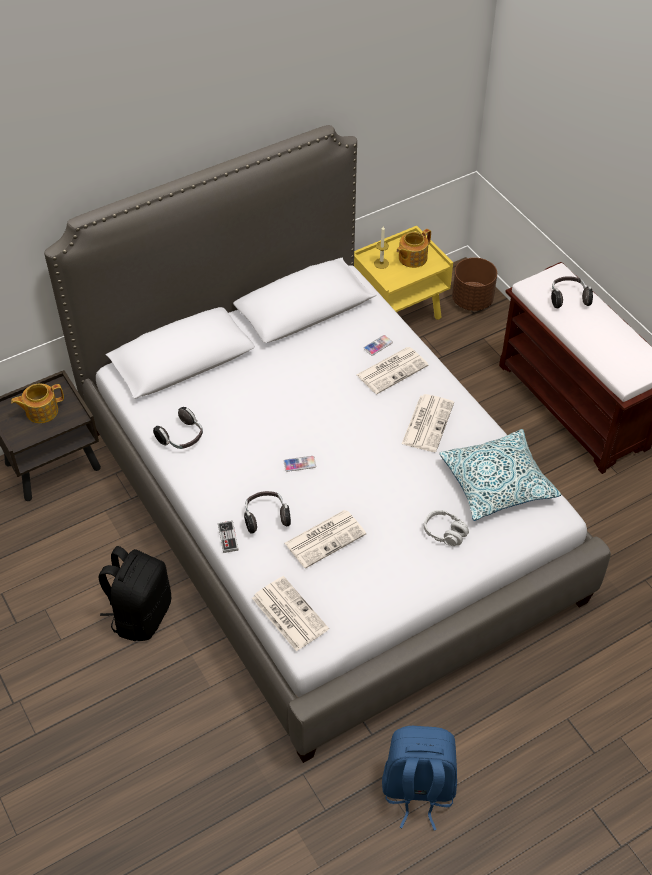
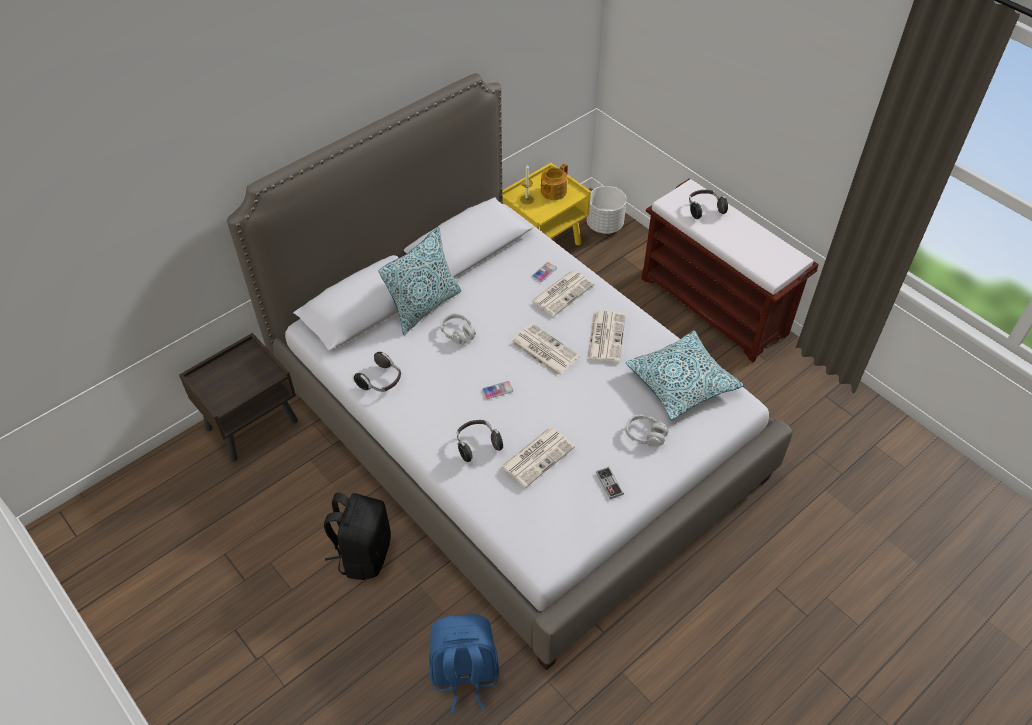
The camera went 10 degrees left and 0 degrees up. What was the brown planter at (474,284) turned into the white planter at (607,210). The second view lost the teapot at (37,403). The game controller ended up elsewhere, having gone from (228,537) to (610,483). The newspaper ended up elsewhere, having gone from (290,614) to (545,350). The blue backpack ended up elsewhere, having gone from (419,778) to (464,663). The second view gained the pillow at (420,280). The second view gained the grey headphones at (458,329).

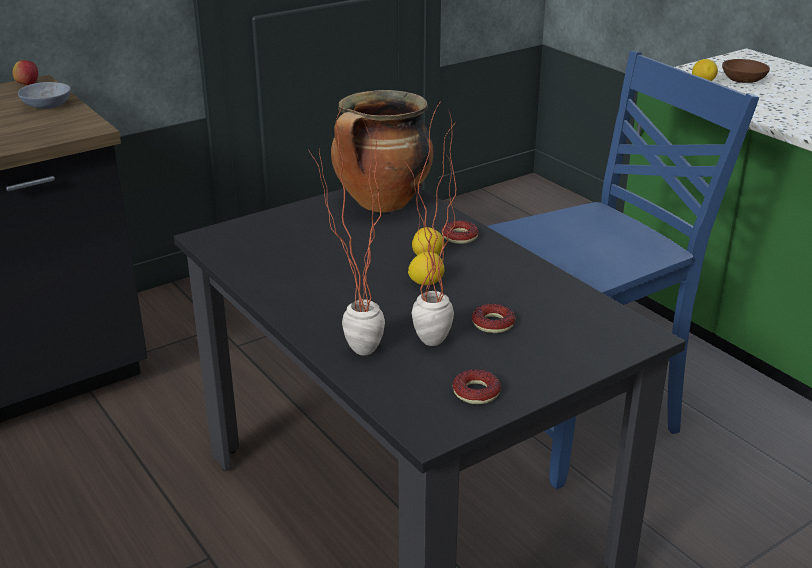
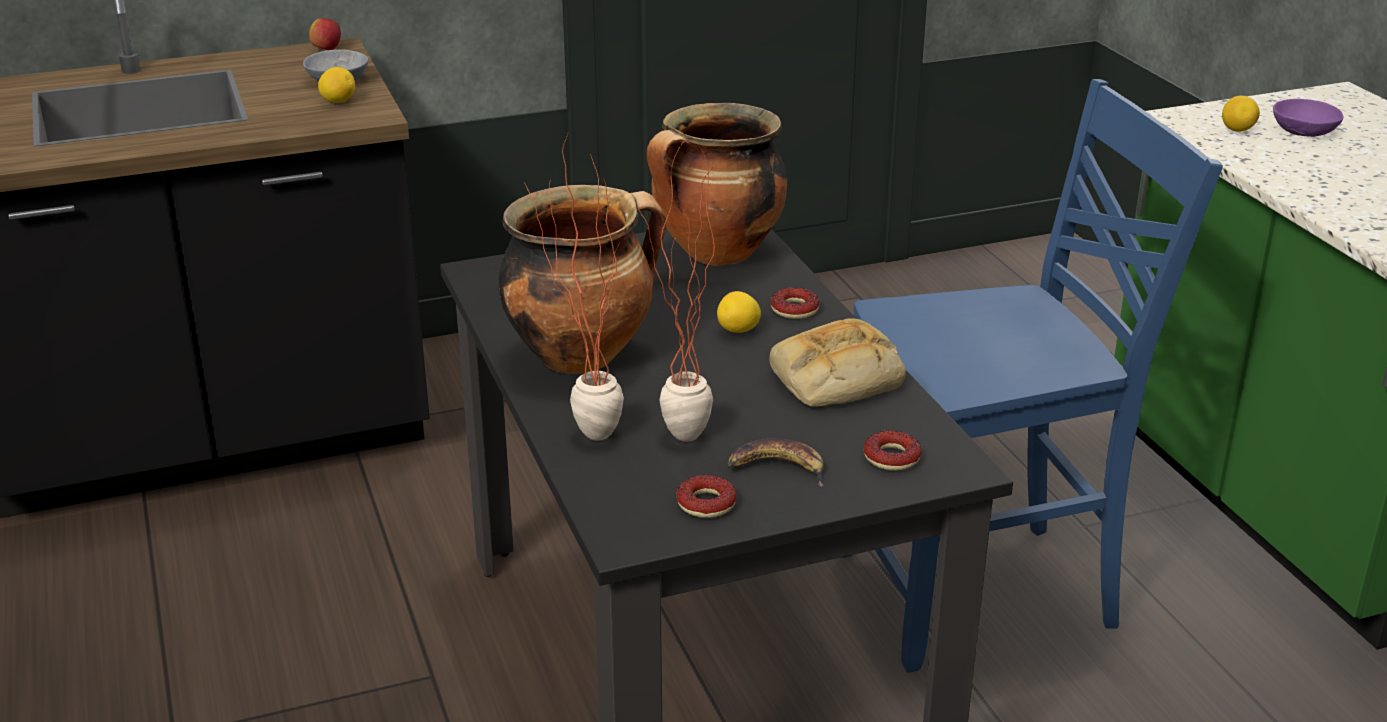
The camera went 15 degrees right and 0 degrees up. What was the brown bowl at (746,71) turned into the purple bowl at (1308,118). The lemon ended up elsewhere, having gone from (426,268) to (336,85). The donut ended up elsewhere, having gone from (493,318) to (893,450). The second view gained the cooking pot at (582,279). The second view gained the bread at (837,362). The second view gained the banana at (775,462).

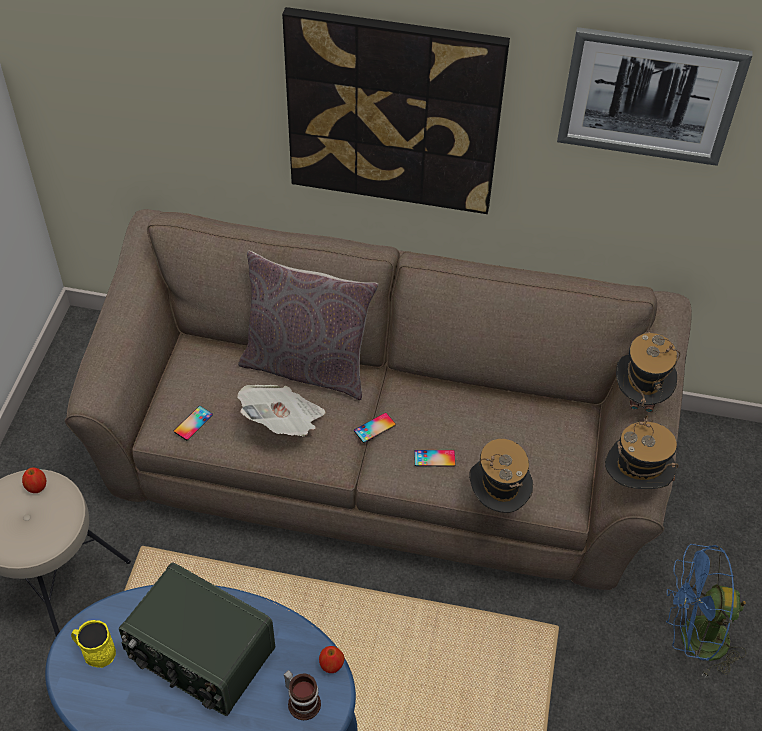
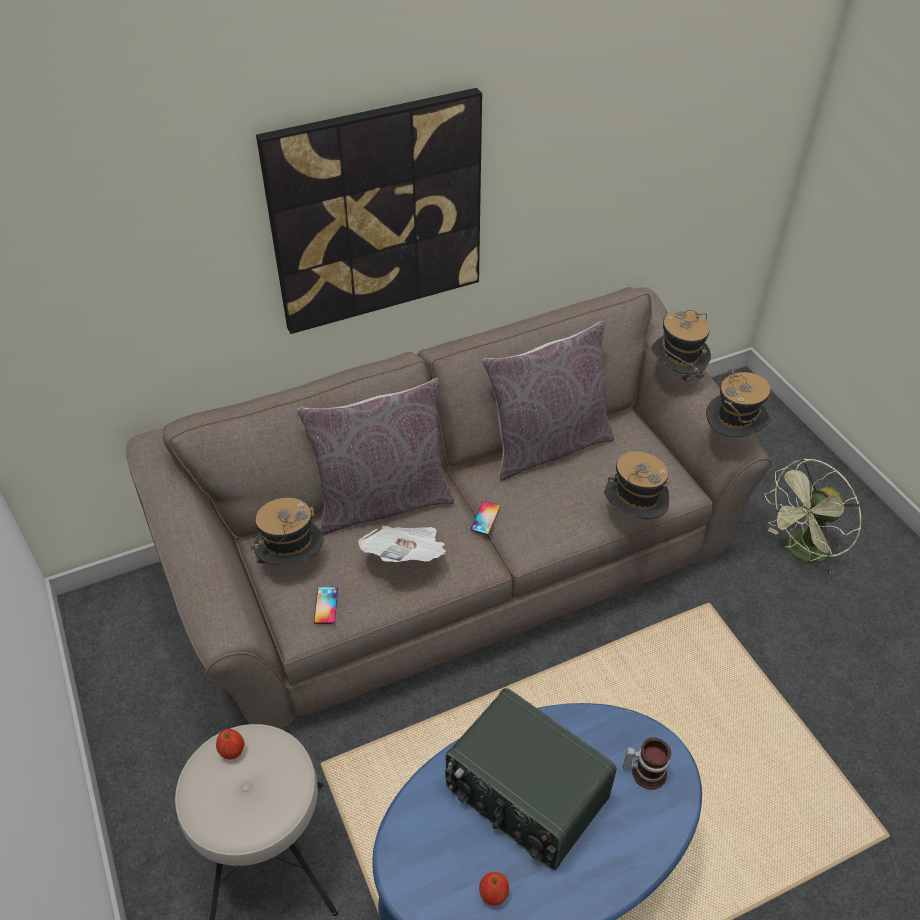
The camera went 35 degrees left and 5 degrees down. The second view lost the picture at (655,96). The second view lost the phone at (434,458). What was the blue fan at (706,610) turned into the green fan at (812,516). The radio at (197,639) ended up facing another way, 45 degrees clockwise from before. The second view lost the yellow mug at (93,644). The apple ended up elsewhere, having gone from (332,659) to (494,889). The second view gained the grey pillow at (548,401). The second view gained the hat at (287,538).

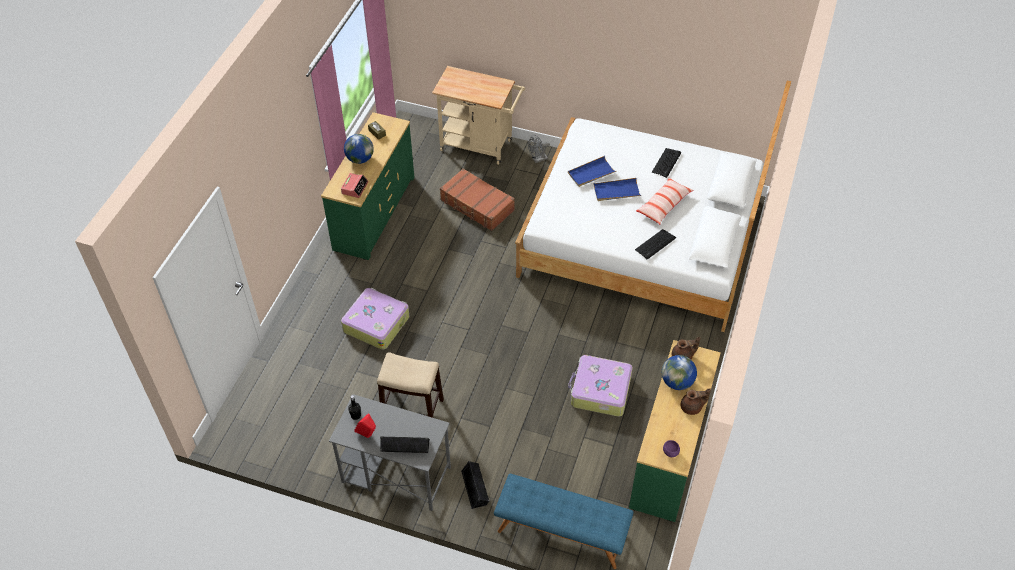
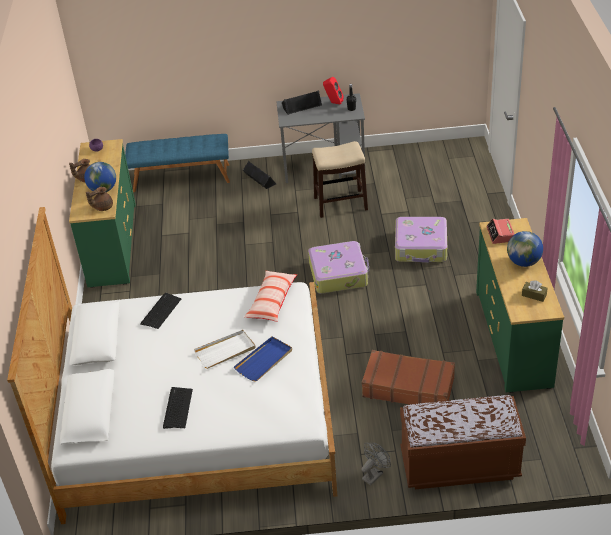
The camera went 160 degrees right and 10 degrees down. Where the beige cart stood at (478,115), the brown bench came to stand at (463,442). The pillow ended up elsewhere, having gone from (664,200) to (270,296). What was the blue tray at (617,189) turned into the white tray at (225,349). The suitcase ended up elsewhere, having gone from (600,386) to (338,267).

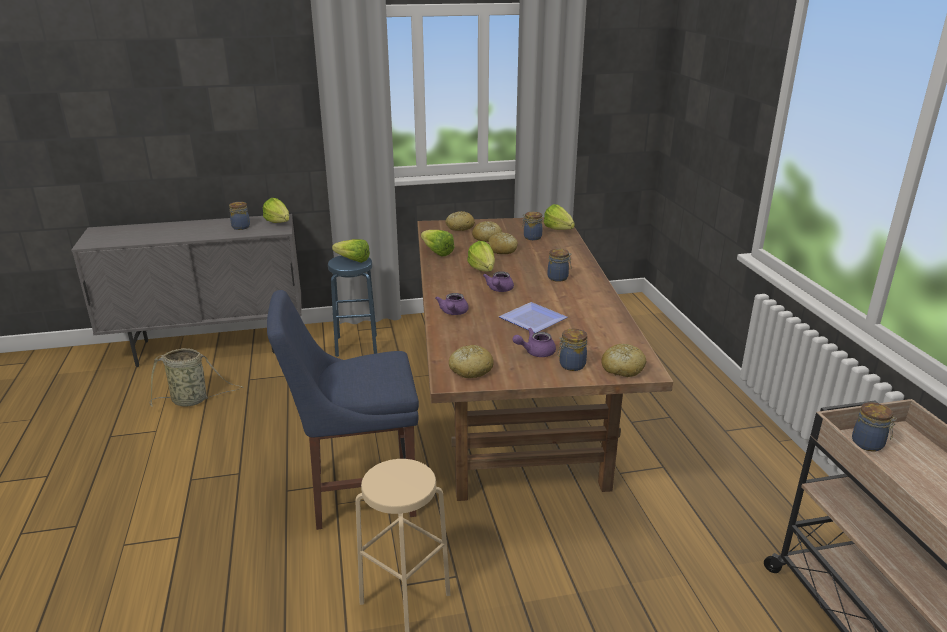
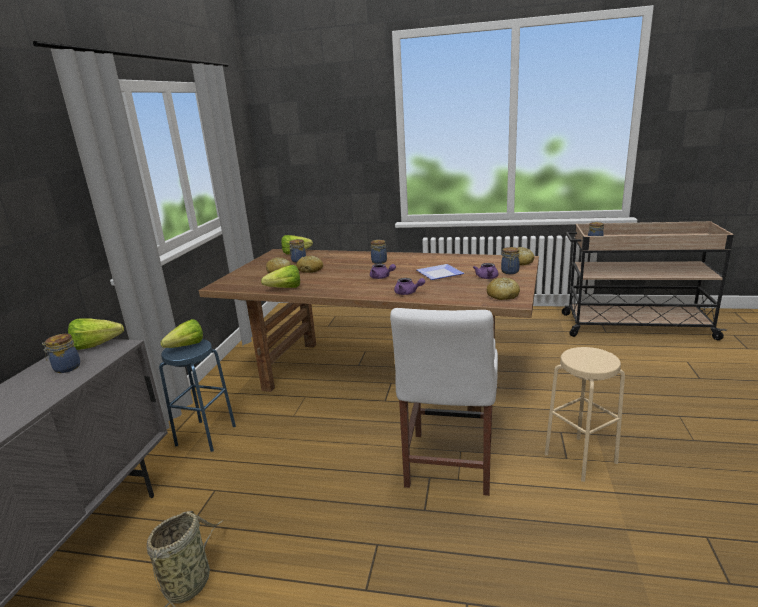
The camera went 65 degrees left and 5 degrees down. The second view lost the bread at (460,221). The second view lost the lettuce at (481,256). What was the blue chair at (343,410) turned into the white chair at (444,402).

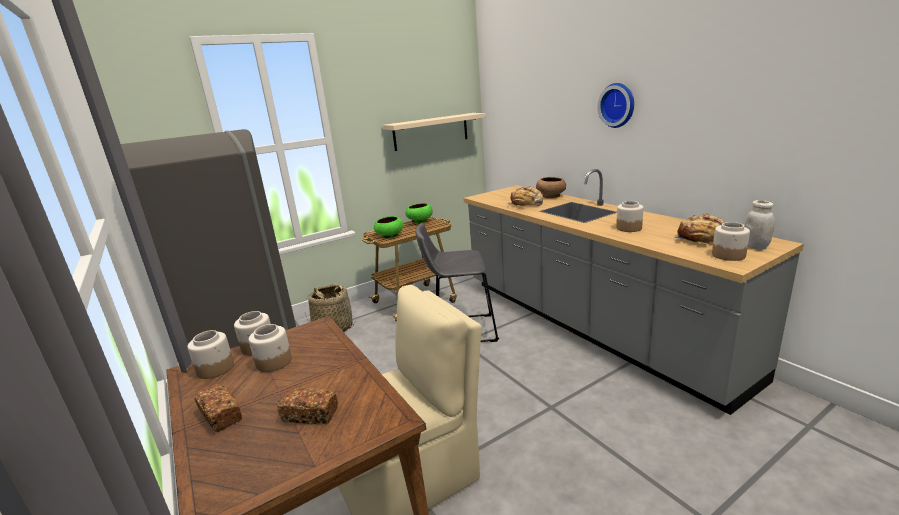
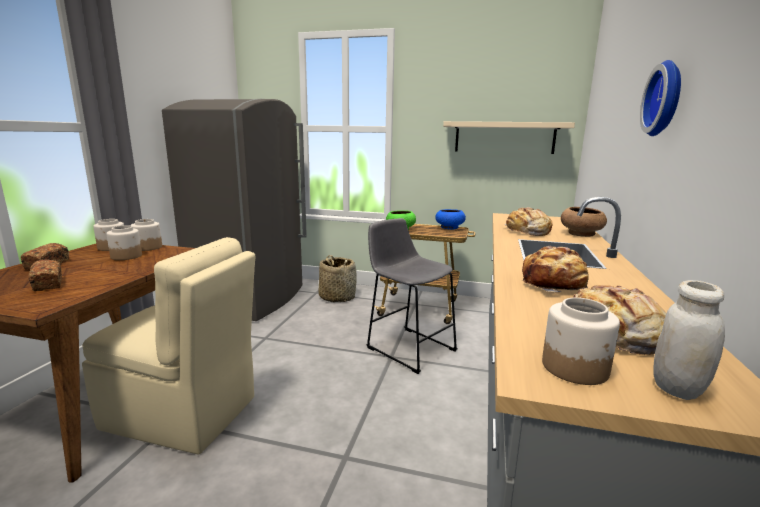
The camera went 45 degrees right and 5 degrees down. Where the jar stood at (629,216), the bread came to stand at (555,269). What was the green bowl at (419,213) turned into the blue bowl at (450,219).

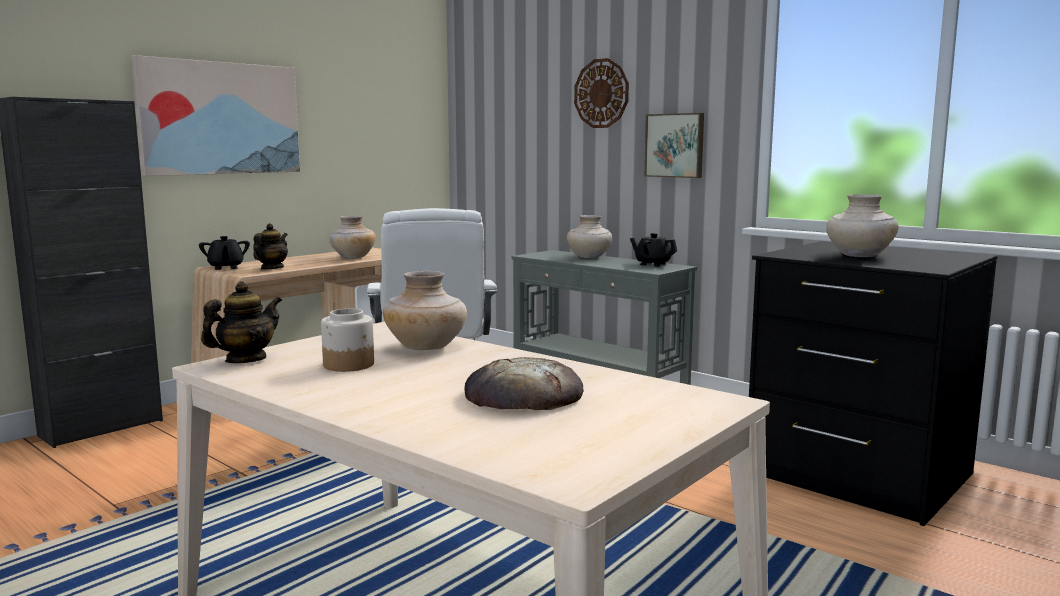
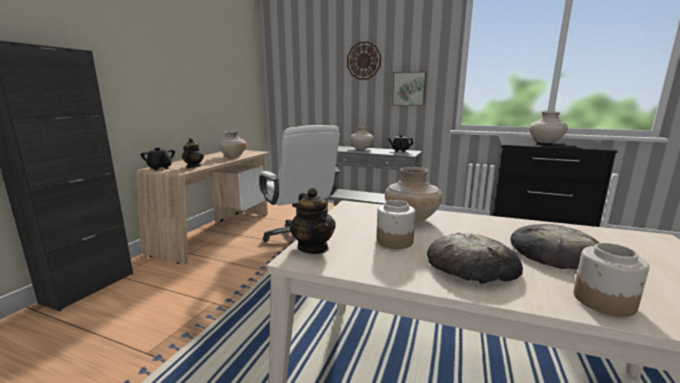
The camera went 20 degrees left and 5 degrees up. The second view lost the picture at (215,115). The teapot at (241,322) ended up facing another way, 135 degrees clockwise from before. The second view gained the bread at (475,258). The second view gained the jar at (611,280).

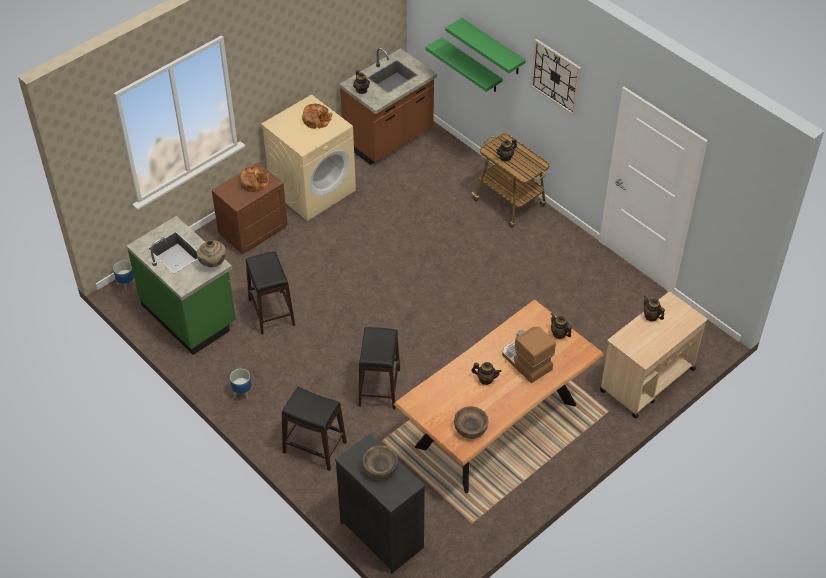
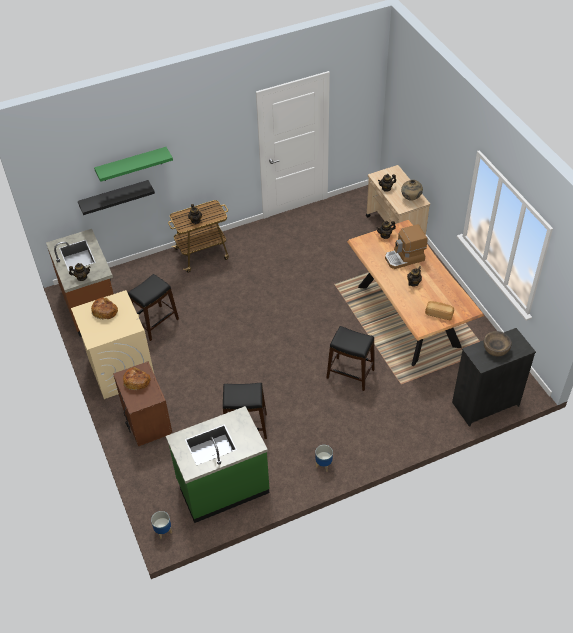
The camera went 70 degrees left and 0 degrees up. What was the green shelf at (464,64) turned into the black shelf at (116,197). The second view lost the wall clock at (556,77). The beige vase ended up elsewhere, having gone from (211,253) to (412,190). The black stool ended up elsewhere, having gone from (314,429) to (153,307). The second view lost the brown bowl at (471,422). The second view gained the bread at (439,310).

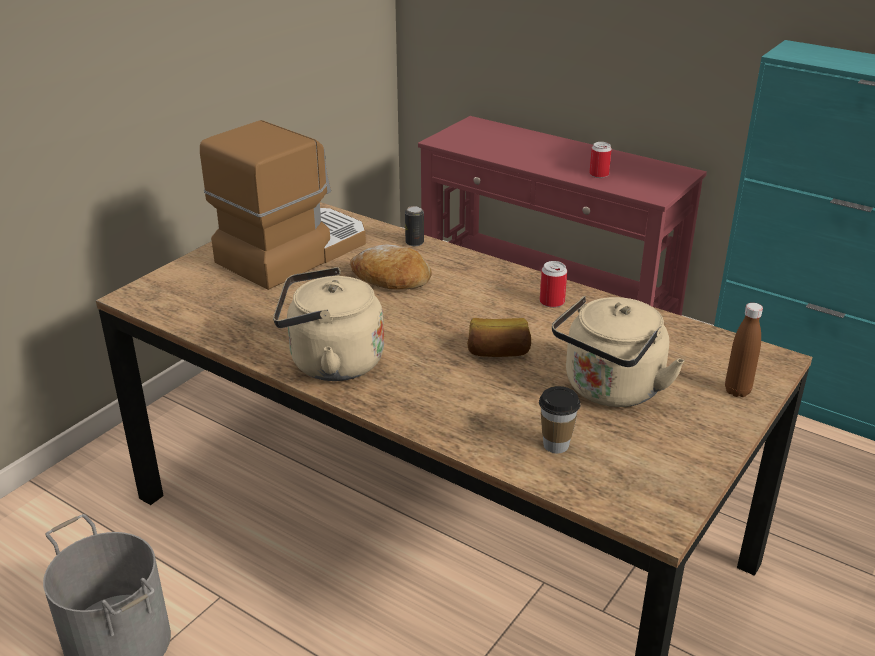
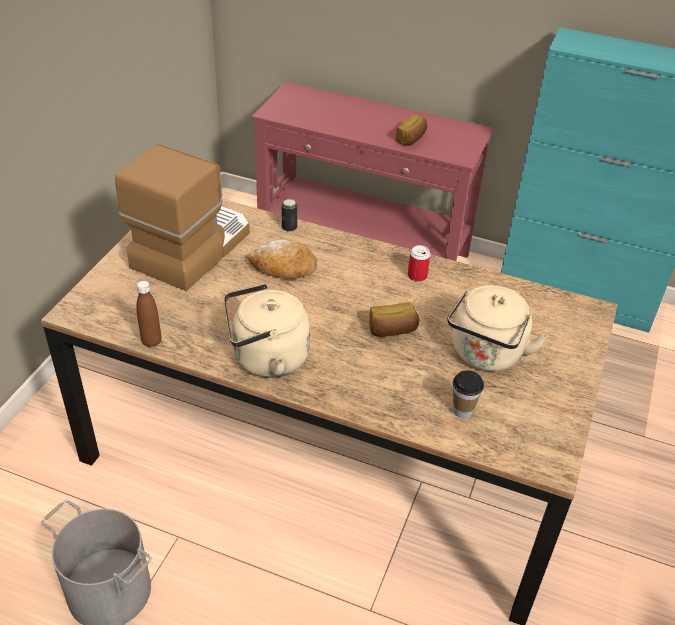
The camera went 15 degrees left and 10 degrees up. Where the can stood at (600,160), the bread came to stand at (411,130). The brown bottle ended up elsewhere, having gone from (744,350) to (149,314).

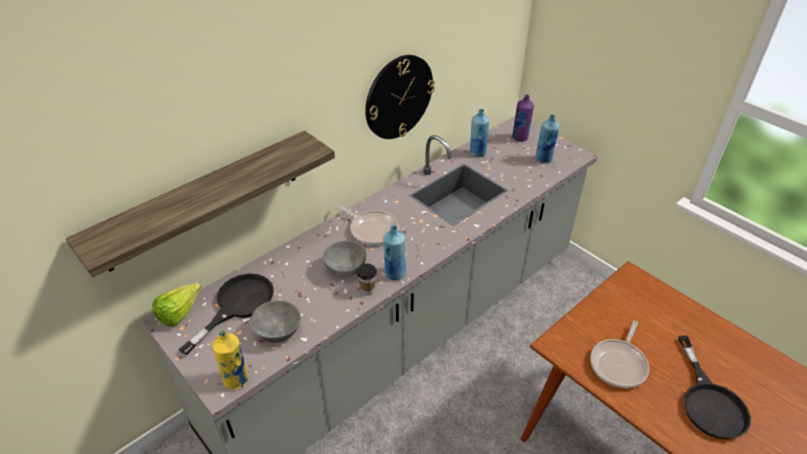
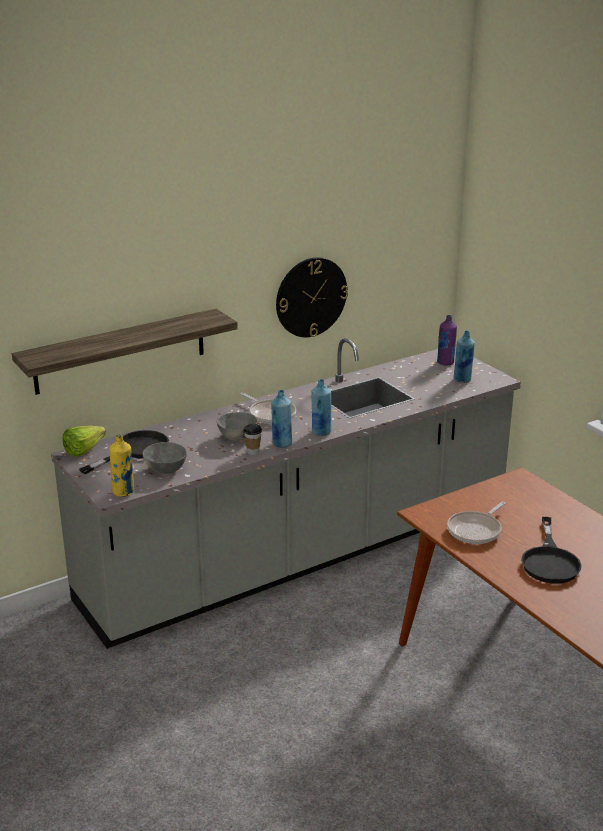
The camera went 10 degrees right and 15 degrees down. The blue bottle ended up elsewhere, having gone from (479,133) to (321,407).

